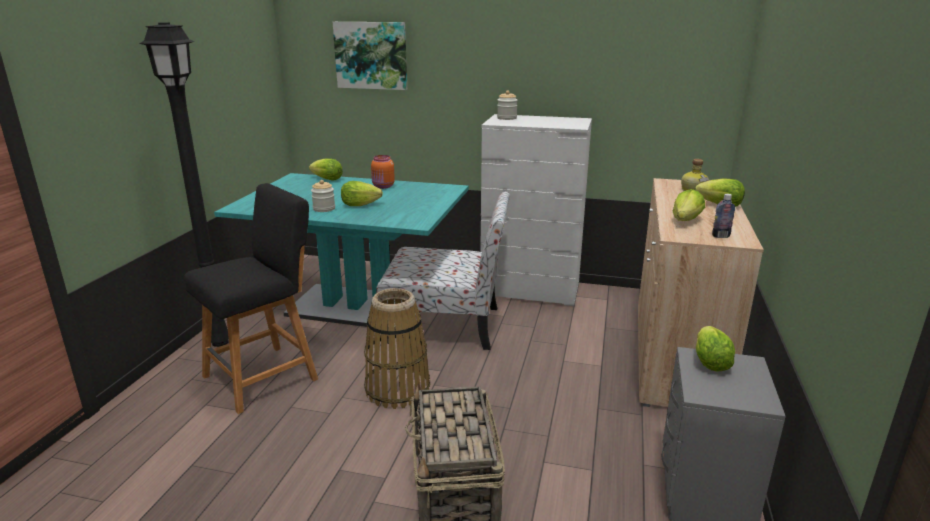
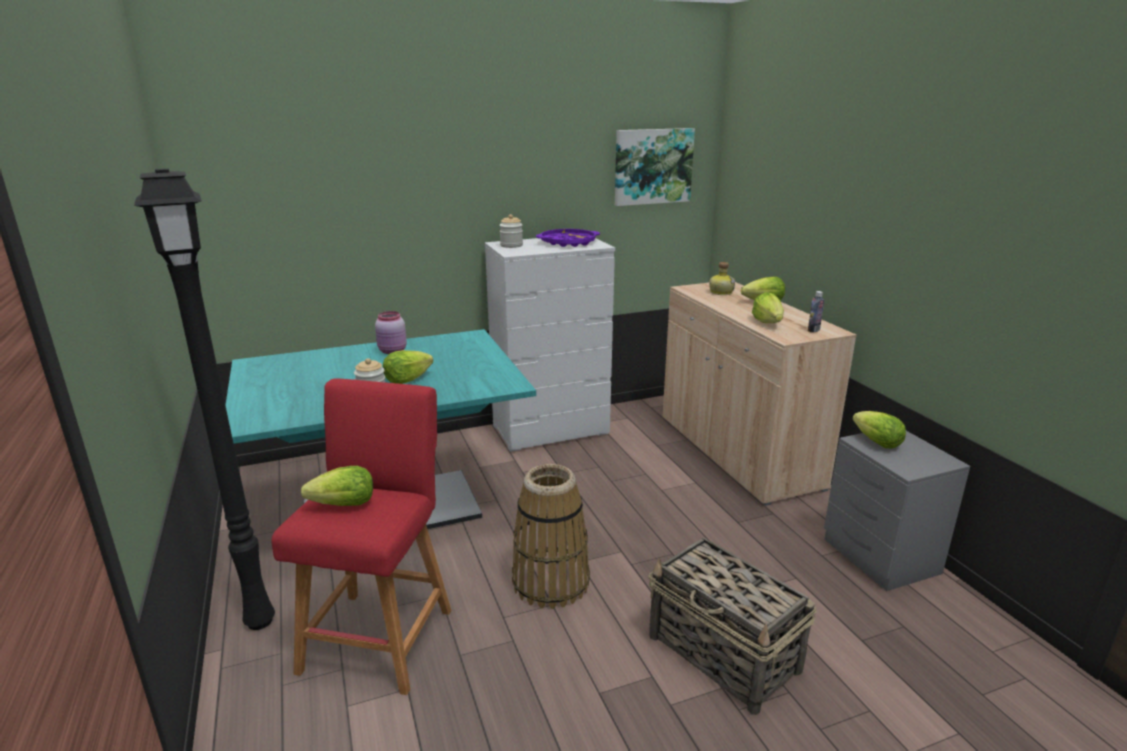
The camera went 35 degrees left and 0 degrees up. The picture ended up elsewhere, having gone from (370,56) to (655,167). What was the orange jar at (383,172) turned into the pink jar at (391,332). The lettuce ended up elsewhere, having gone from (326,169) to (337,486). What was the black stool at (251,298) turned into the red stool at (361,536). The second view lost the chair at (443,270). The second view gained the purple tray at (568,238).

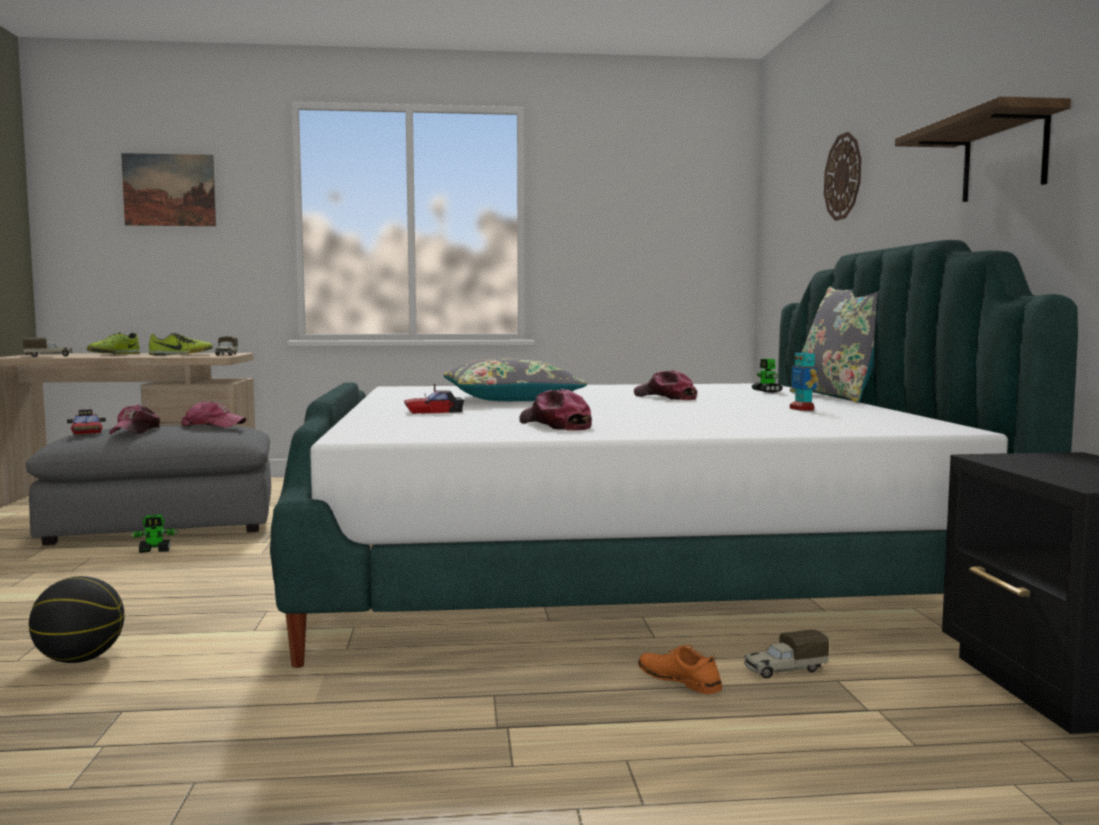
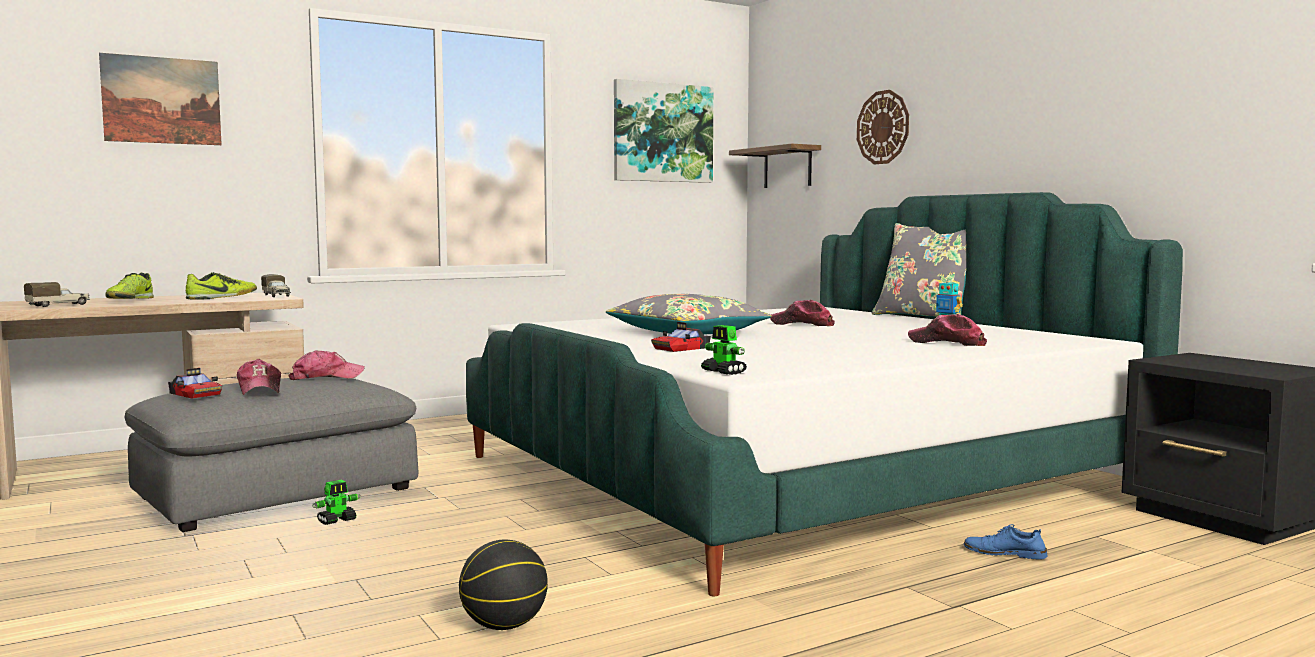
The camera went 25 degrees left and 0 degrees up. The shelf ended up elsewhere, having gone from (983,149) to (775,166). The toy robot ended up elsewhere, having gone from (767,376) to (724,350). The cap ended up elsewhere, having gone from (555,410) to (947,330). The second view lost the toy truck at (786,654). What was the orange shoe at (680,669) turned into the blue shoe at (1005,541). The second view gained the picture at (663,131).

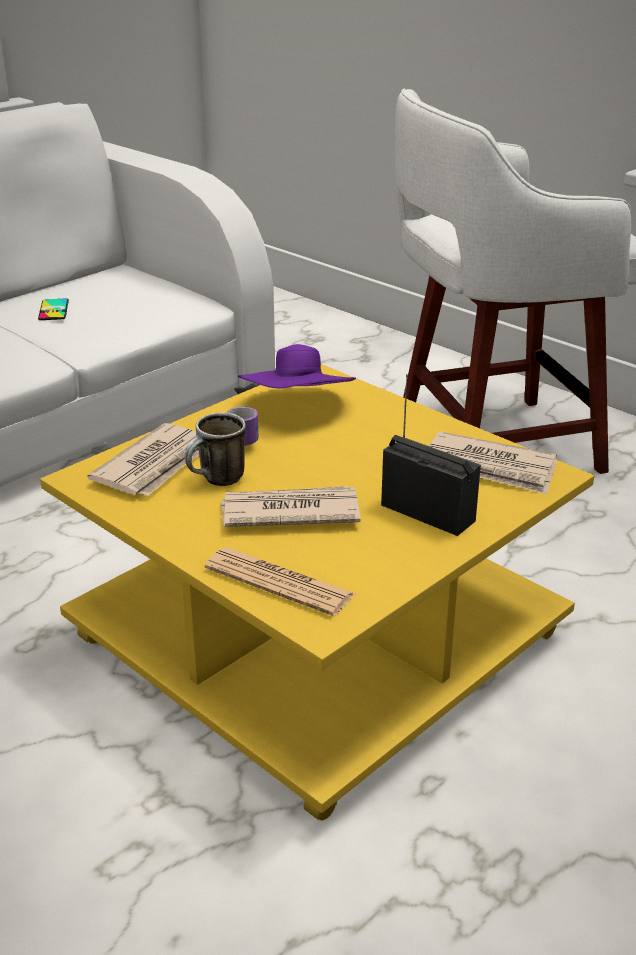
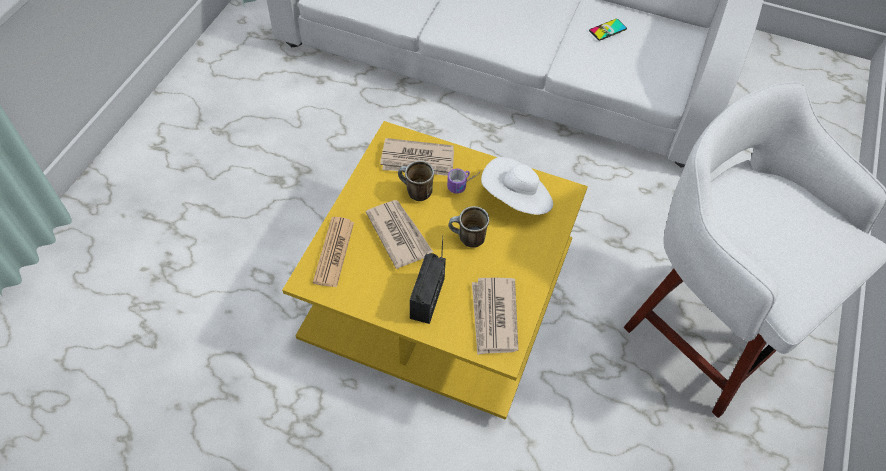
The camera went 65 degrees right and 25 degrees up. What was the purple hat at (297,366) turned into the white hat at (517,186). The second view gained the mug at (469,227).

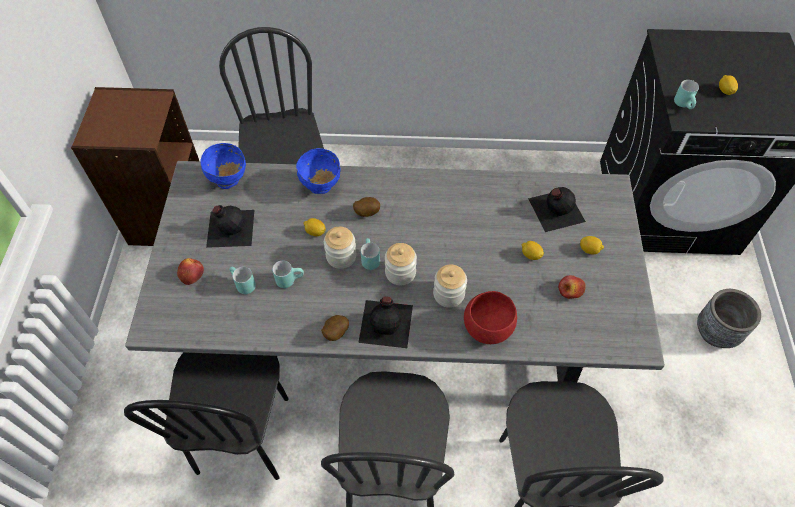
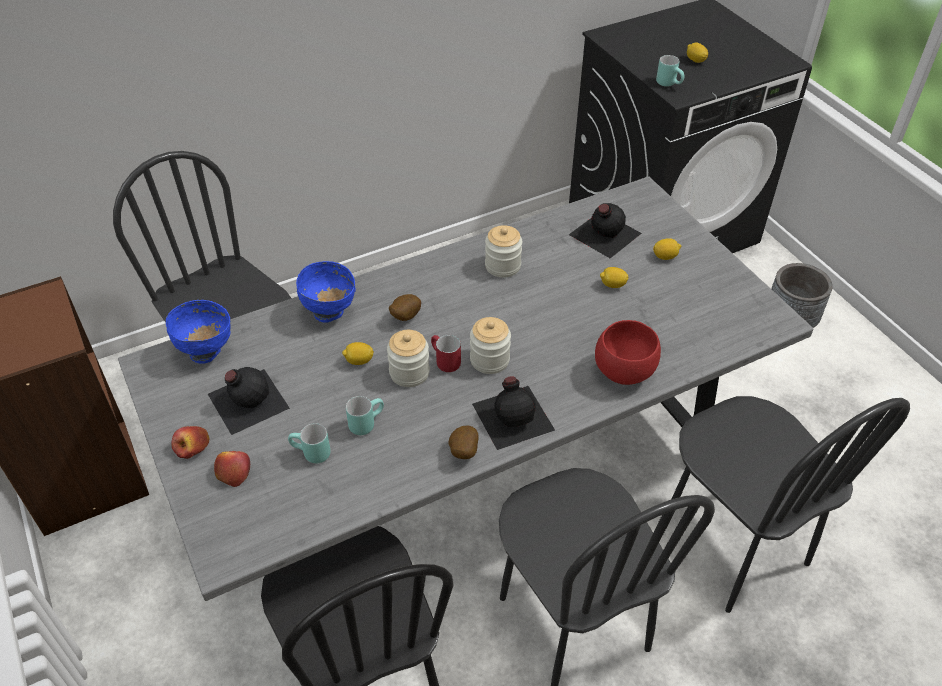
The camera went 30 degrees left and 10 degrees down. What was the turquoise mug at (370,254) turned into the red mug at (446,353). The jar ended up elsewhere, having gone from (450,286) to (503,251). The apple ended up elsewhere, having gone from (572,287) to (190,442).

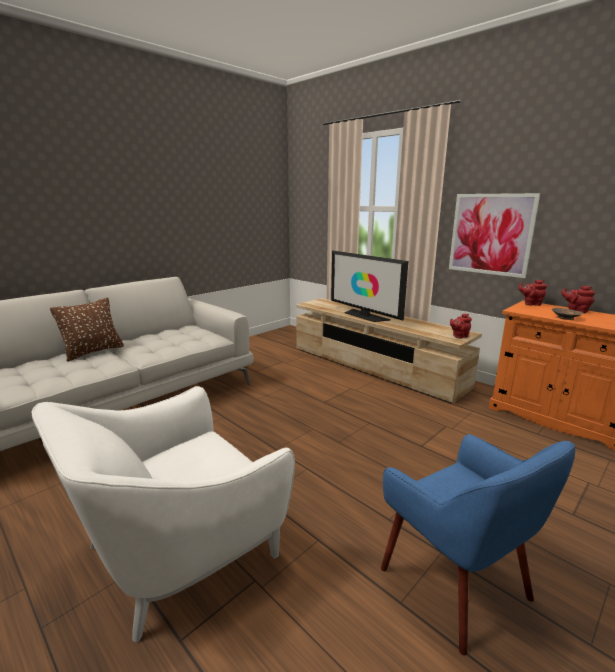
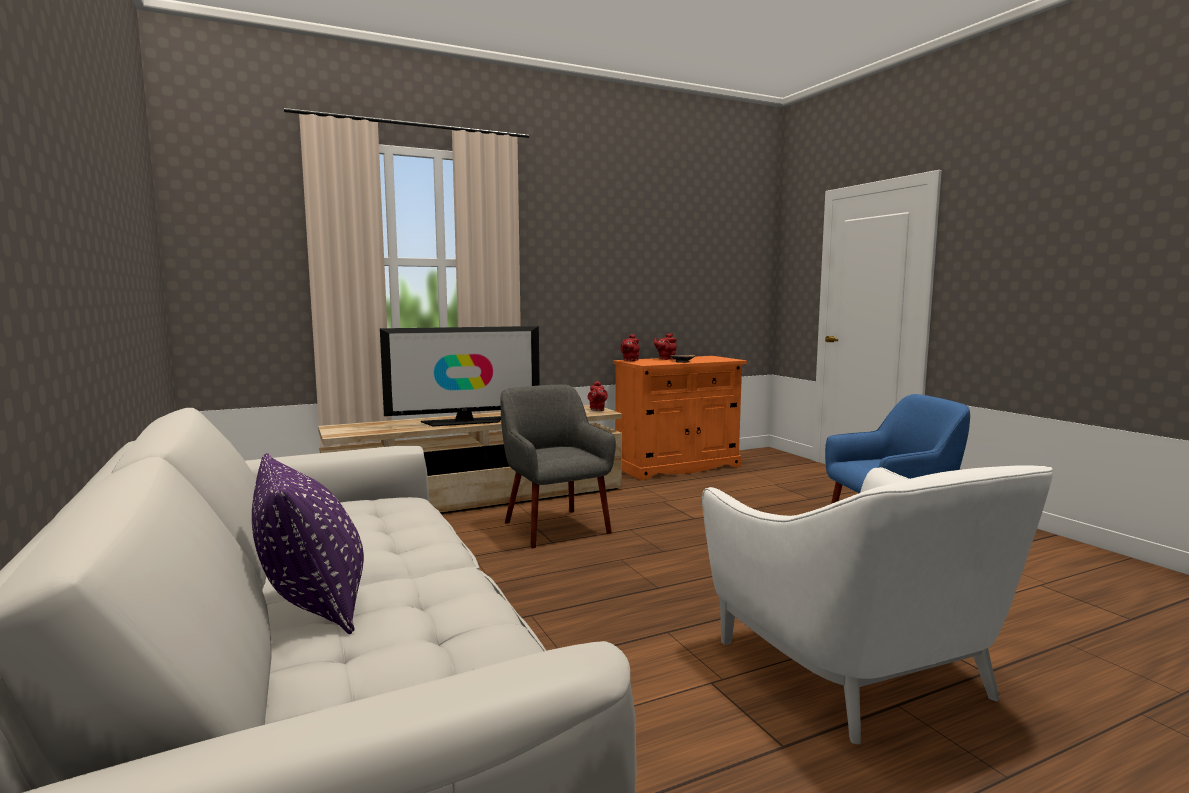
The camera went 70 degrees left and 10 degrees down. The second view lost the picture at (494,235). What was the brown pillow at (87,330) turned into the purple pillow at (308,543). The second view gained the grey armchair at (558,466).

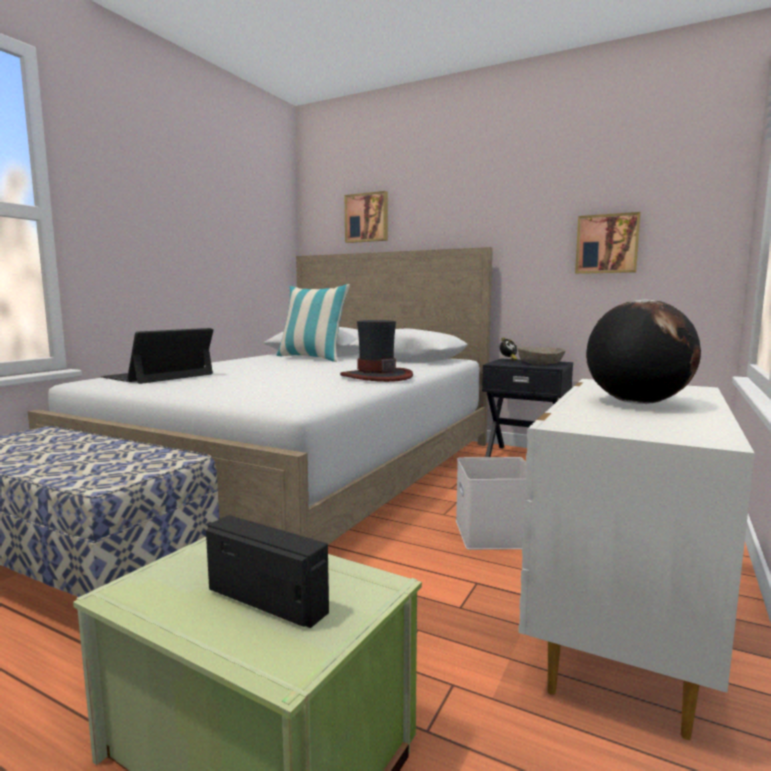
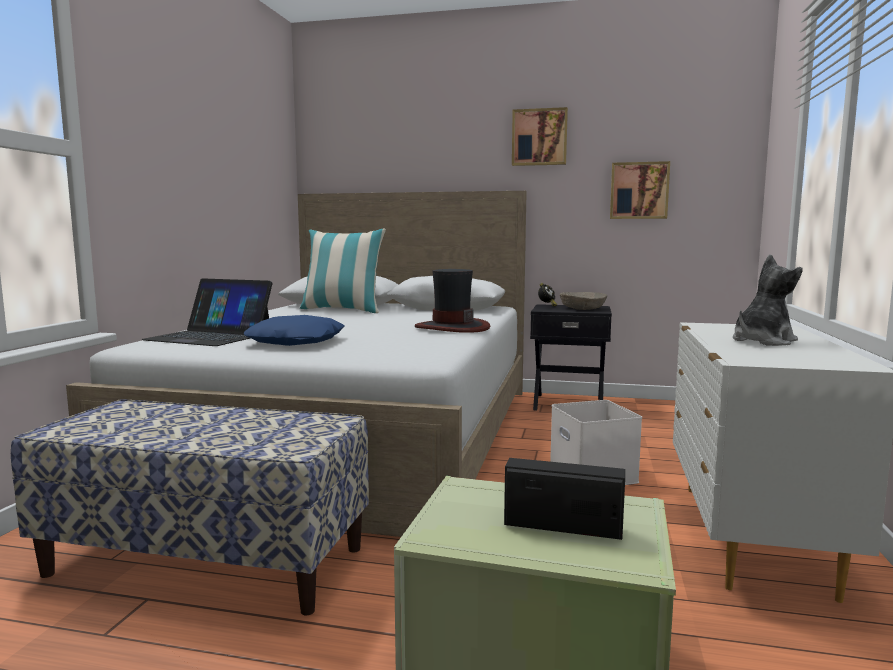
The camera went 15 degrees left and 0 degrees up. The picture ended up elsewhere, having gone from (366,217) to (540,136). Where the globe stood at (643,351), the plush toy came to stand at (767,300). The laptop at (157,356) ended up facing another way, 90 degrees counterclockwise from before. The second view gained the blue pillow at (294,330).

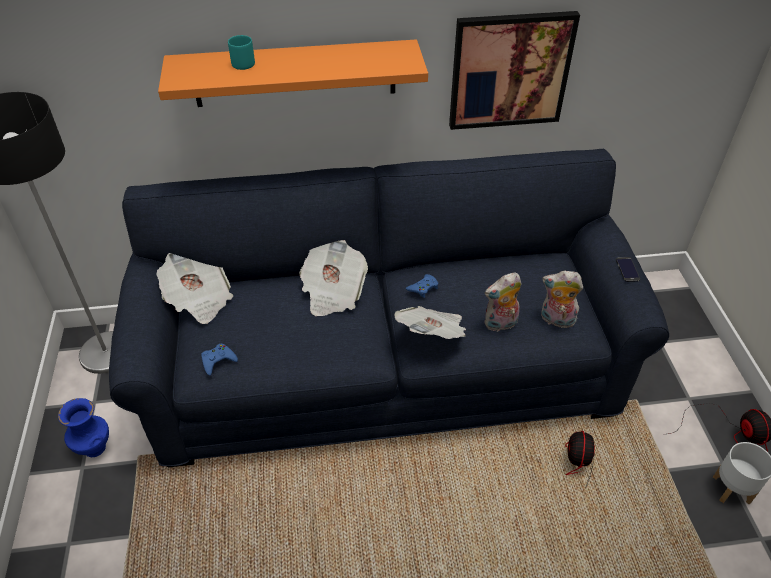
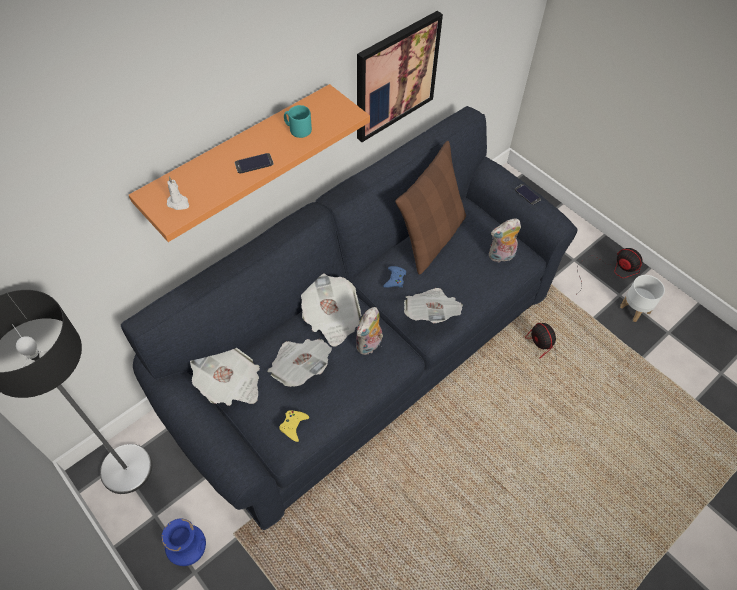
The camera went 35 degrees left and 10 degrees up. The turquoise mug ended up elsewhere, having gone from (241,52) to (298,121). The plush toy ended up elsewhere, having gone from (503,302) to (369,331). What was the blue game controller at (219,360) turned into the yellow game controller at (294,426). The second view gained the brown pillow at (430,208). The second view gained the phone at (254,163). The second view gained the white candle at (178,193). The second view gained the newspaper at (299,363).

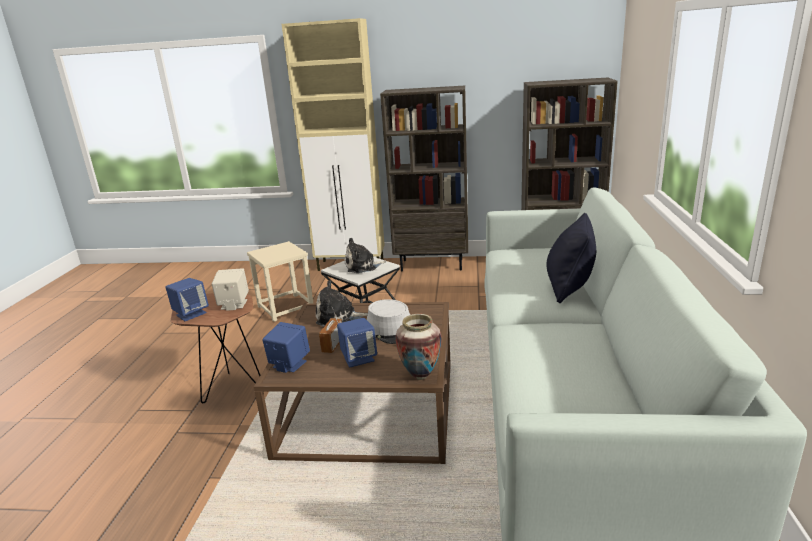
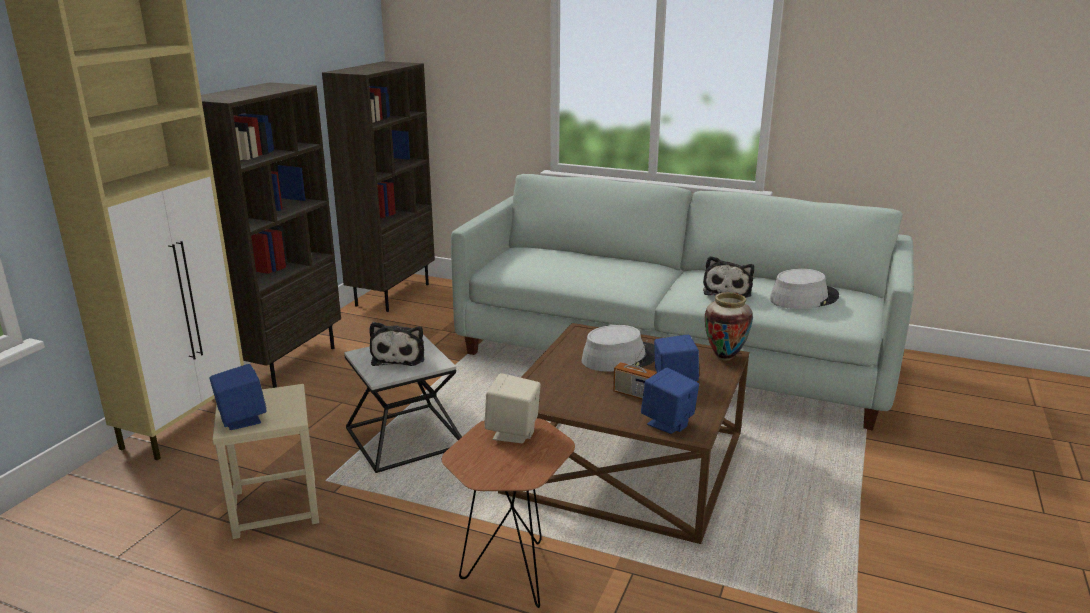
The camera went 75 degrees left and 0 degrees up. The second view lost the black pillow at (571,258). The blue speaker ended up elsewhere, having gone from (187,299) to (238,397). The plush toy ended up elsewhere, having gone from (342,304) to (728,277). The second view gained the grey hat at (804,289).

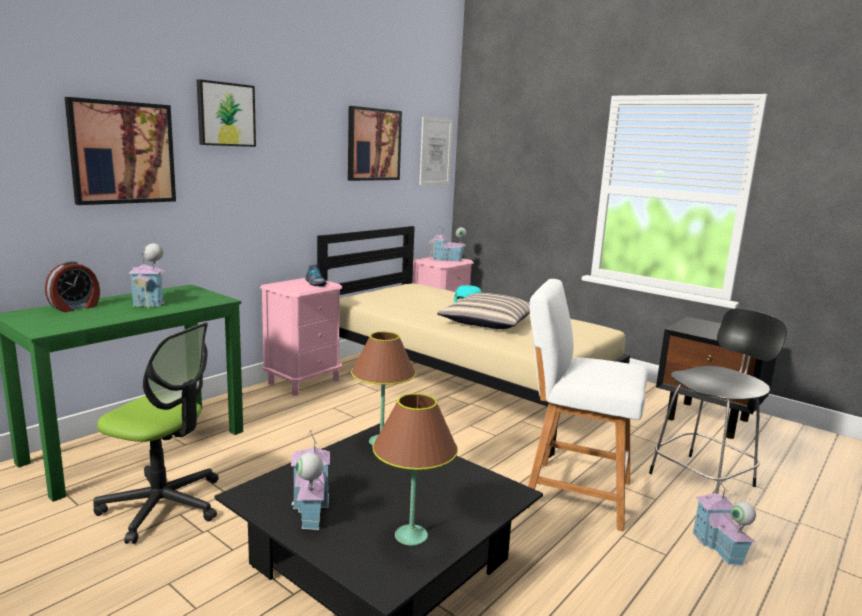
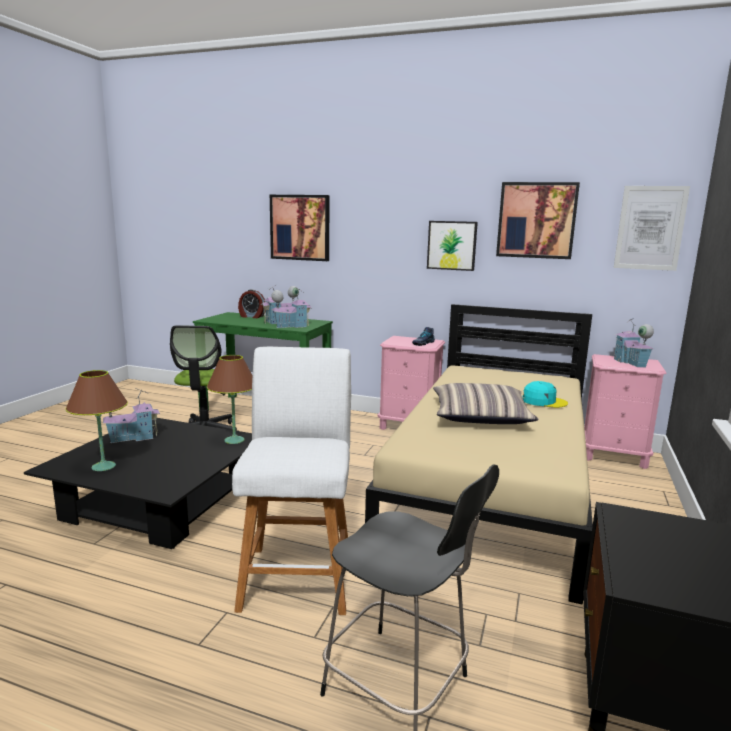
The camera went 70 degrees right and 0 degrees up. The picture ended up elsewhere, having gone from (226,113) to (452,246). The toy house ended up elsewhere, having gone from (724,522) to (291,307).

